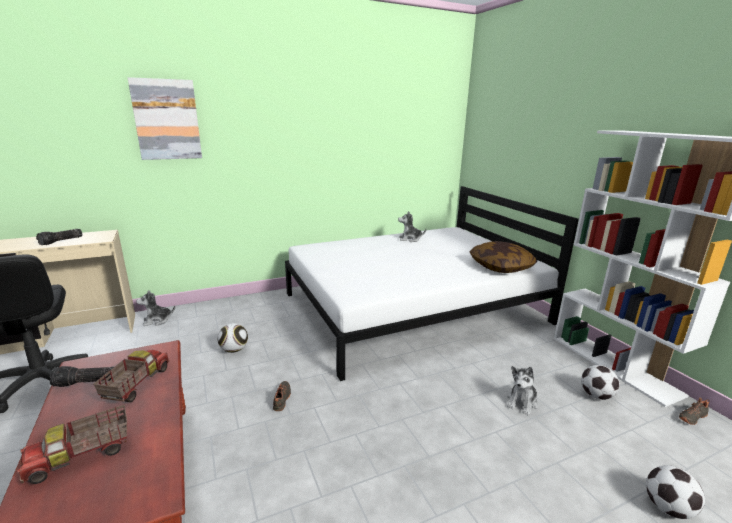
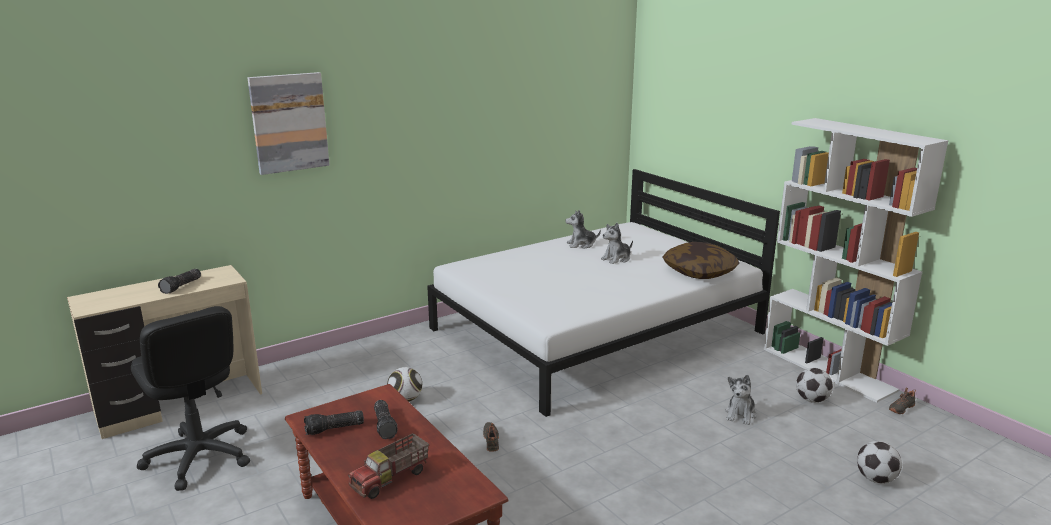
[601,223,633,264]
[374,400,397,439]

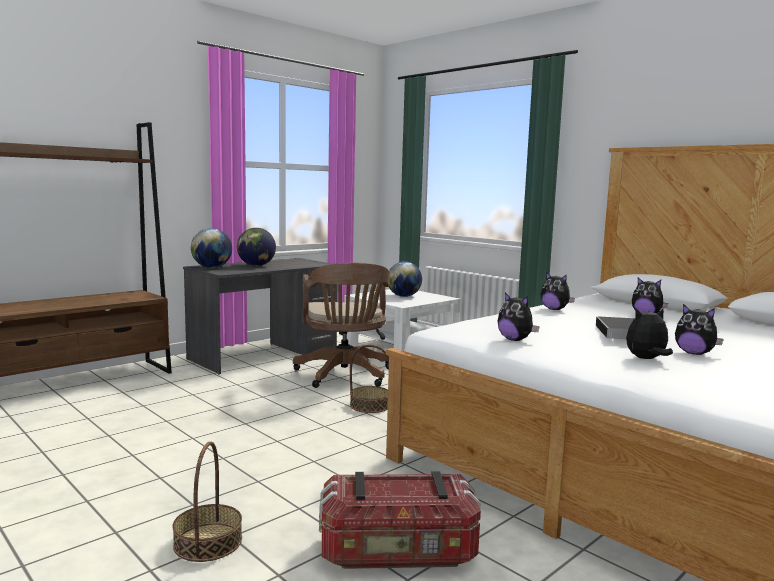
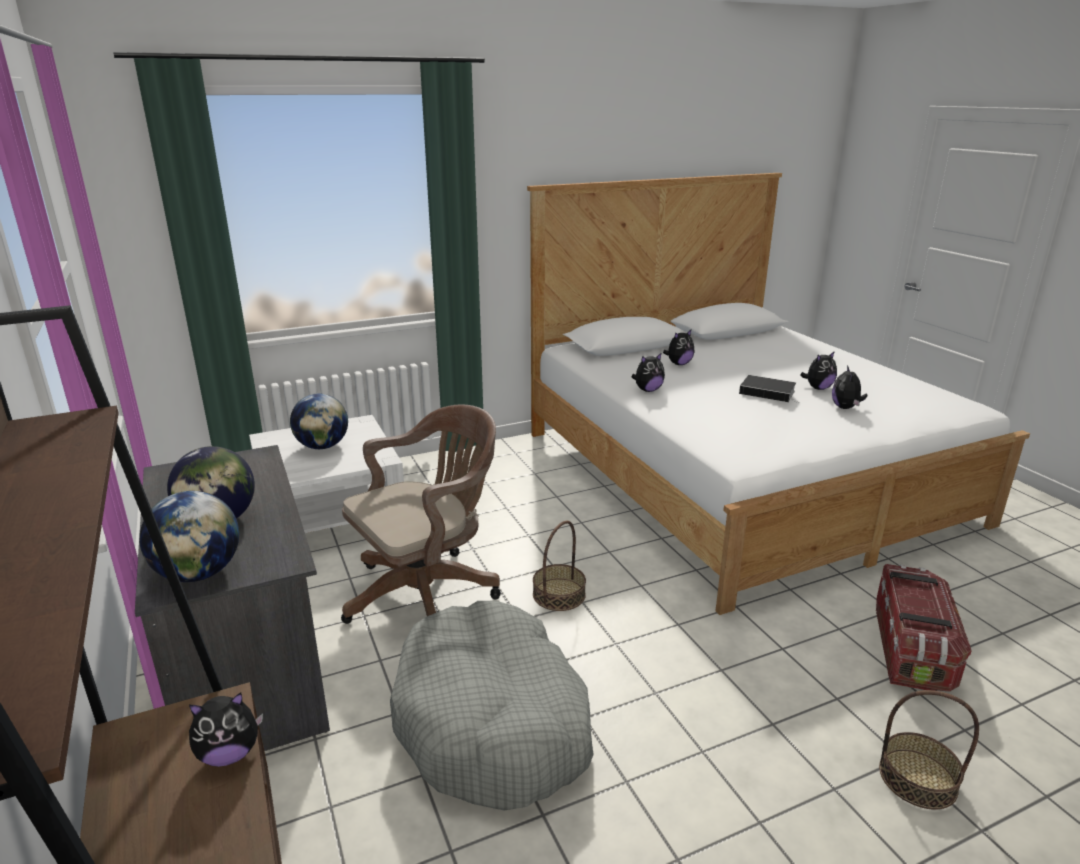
[390,601,594,810]
[189,692,263,767]
[341,404,501,624]

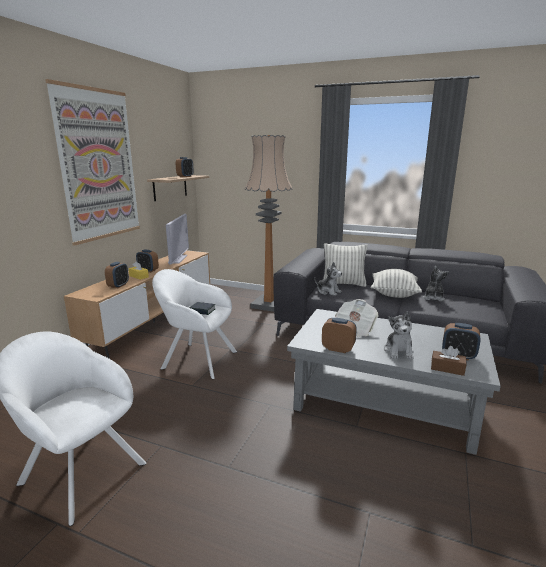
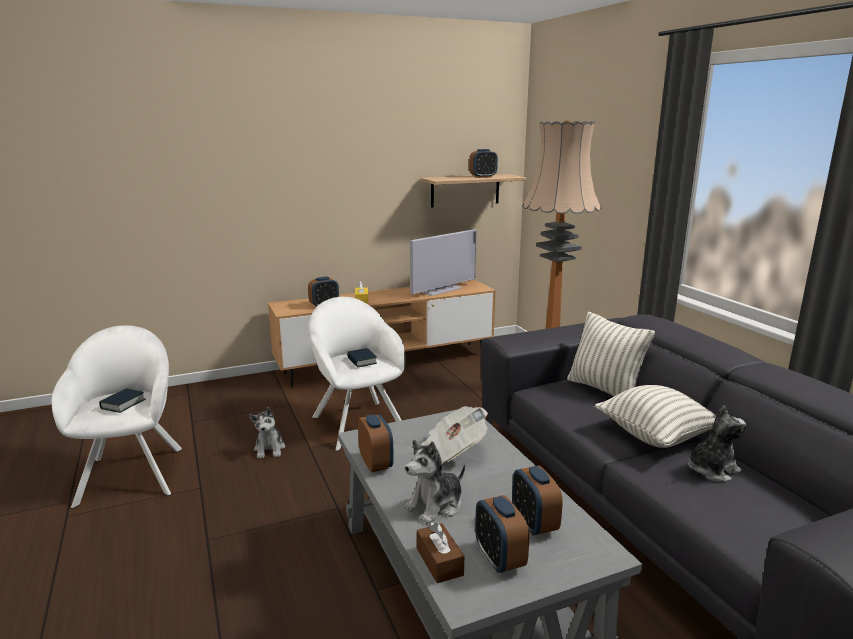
[45,79,140,246] (first image)
[99,388,146,413]
[512,466,563,536]
[249,407,285,459]

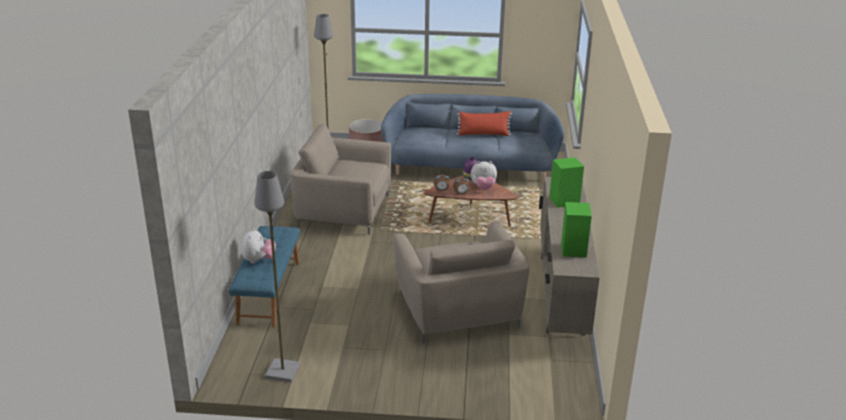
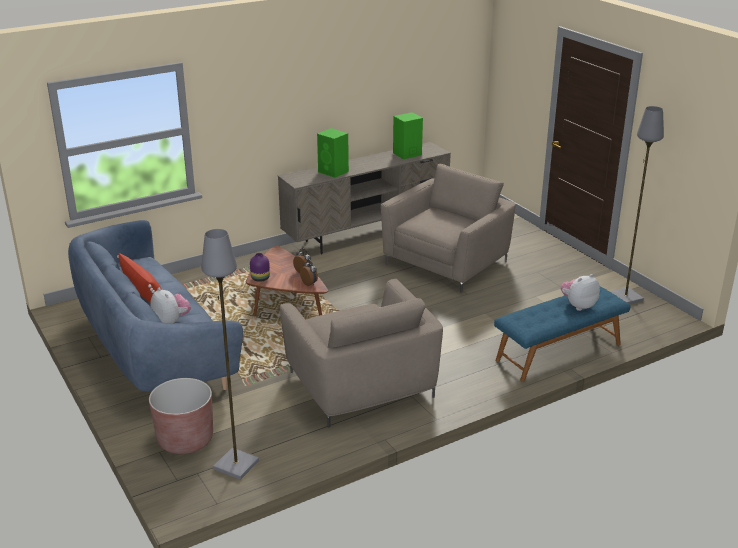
[150,288,191,323]

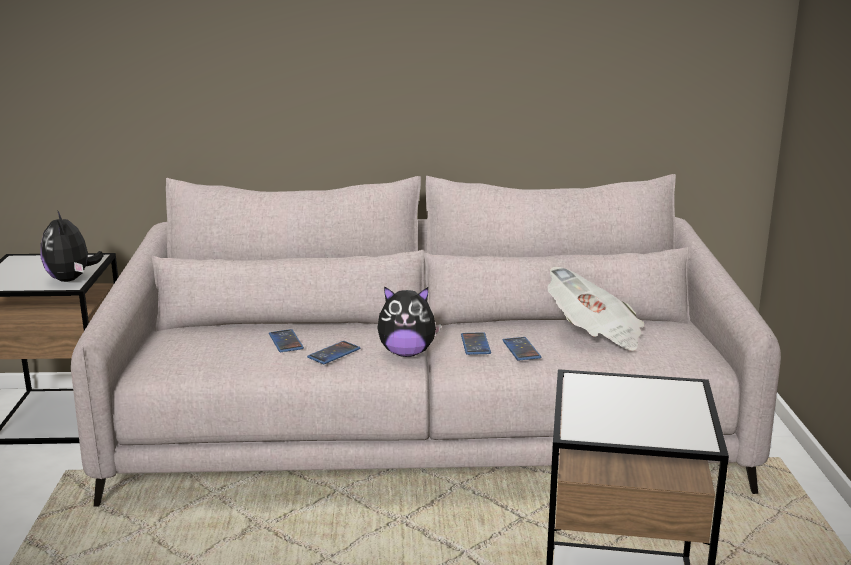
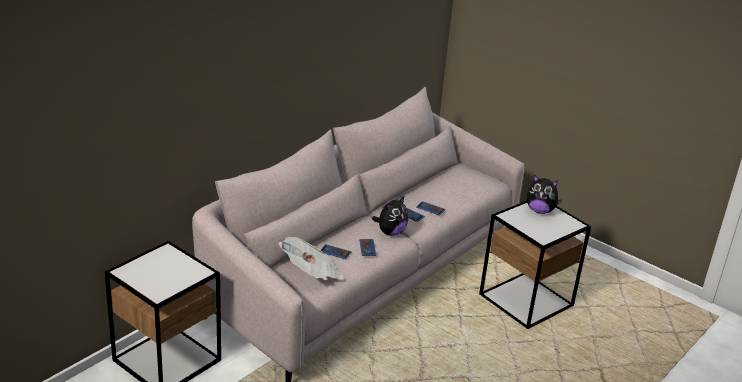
[527,175,562,214]
[279,237,344,280]

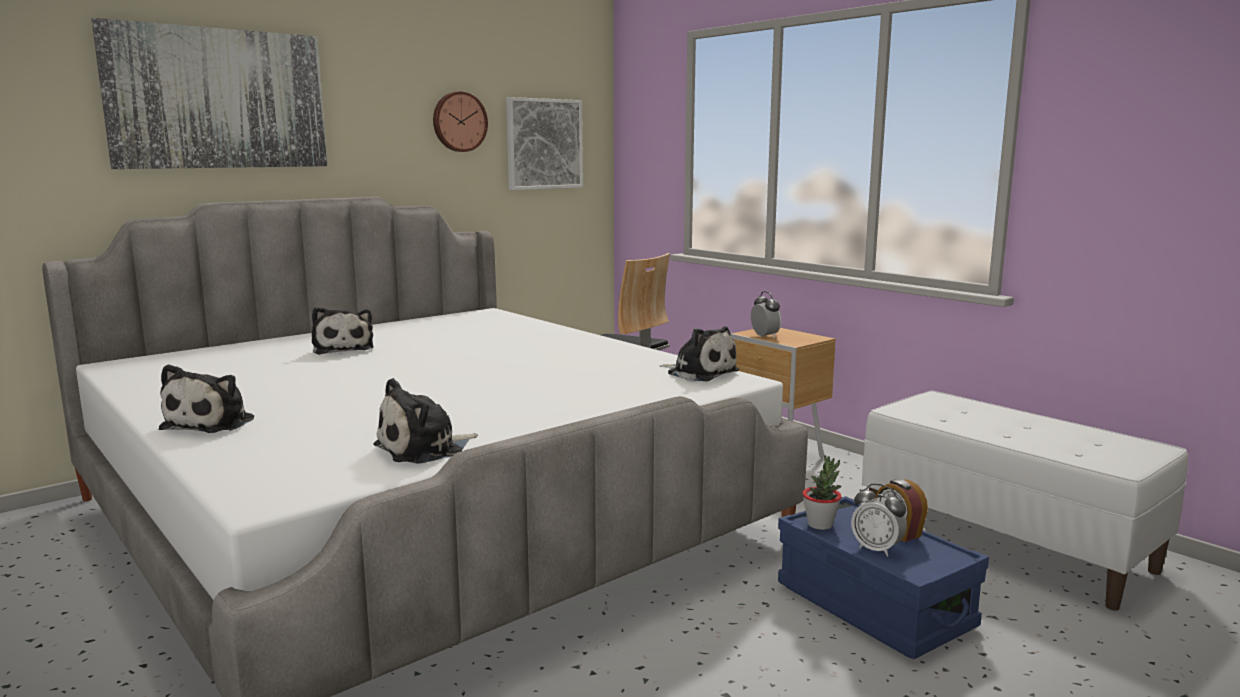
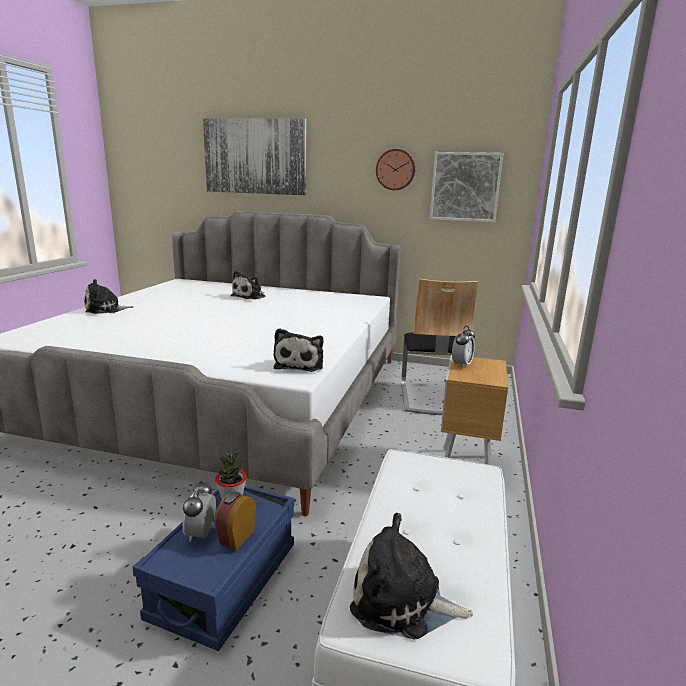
[350,513,473,639]

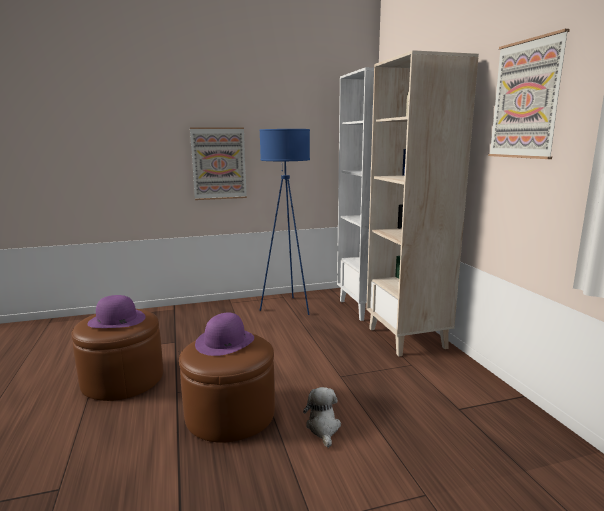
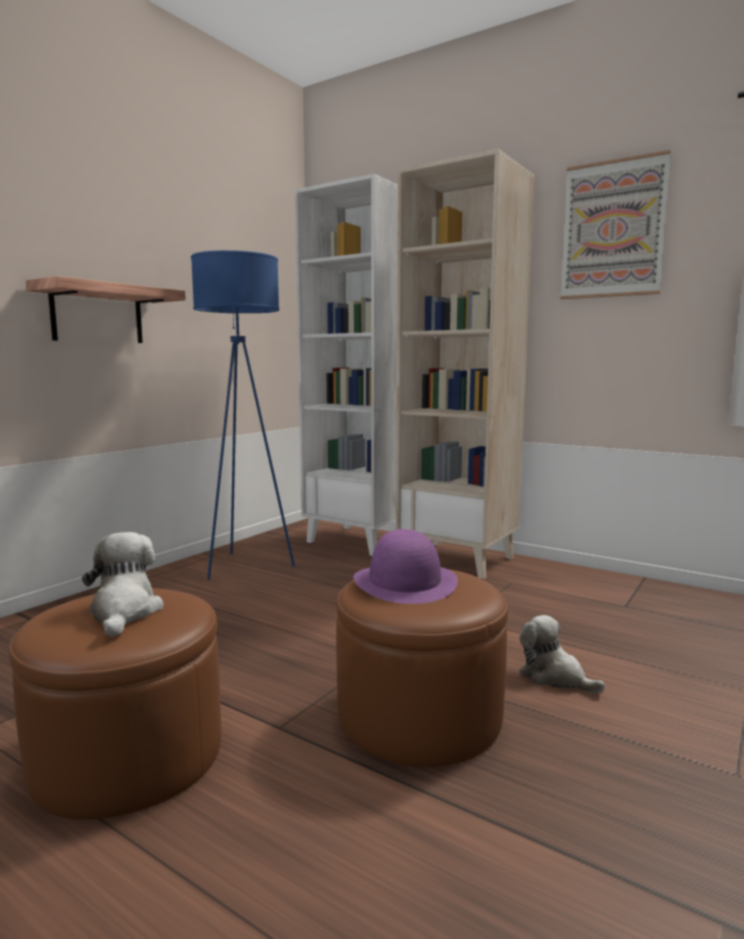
[82,532,164,637]
[26,276,186,343]

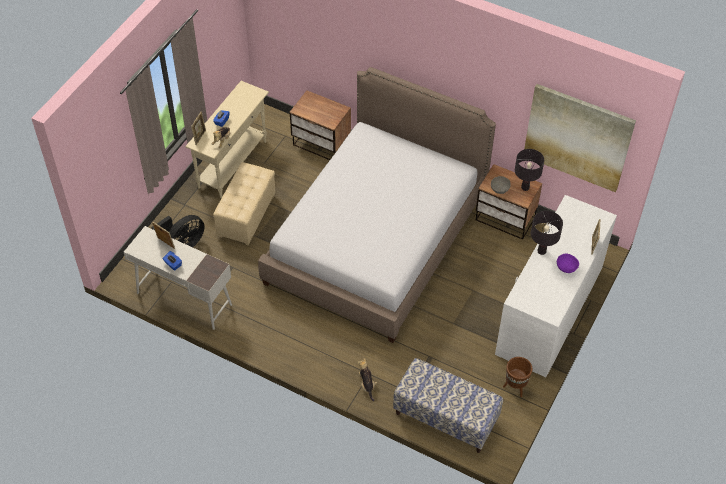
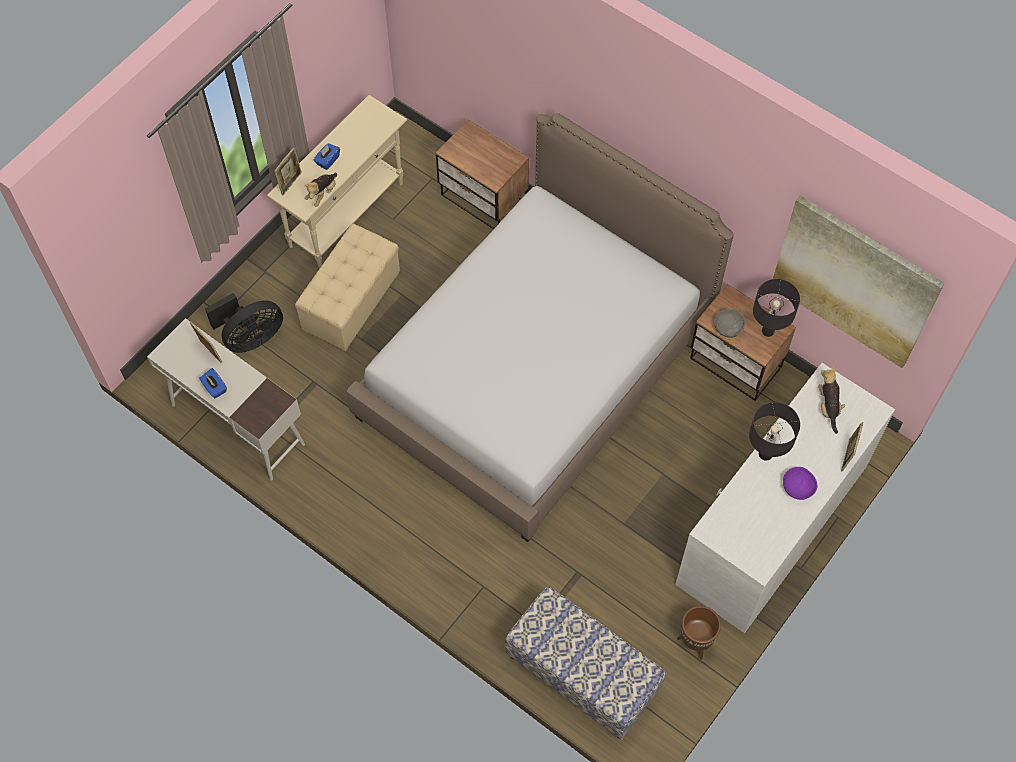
[818,366,845,434]

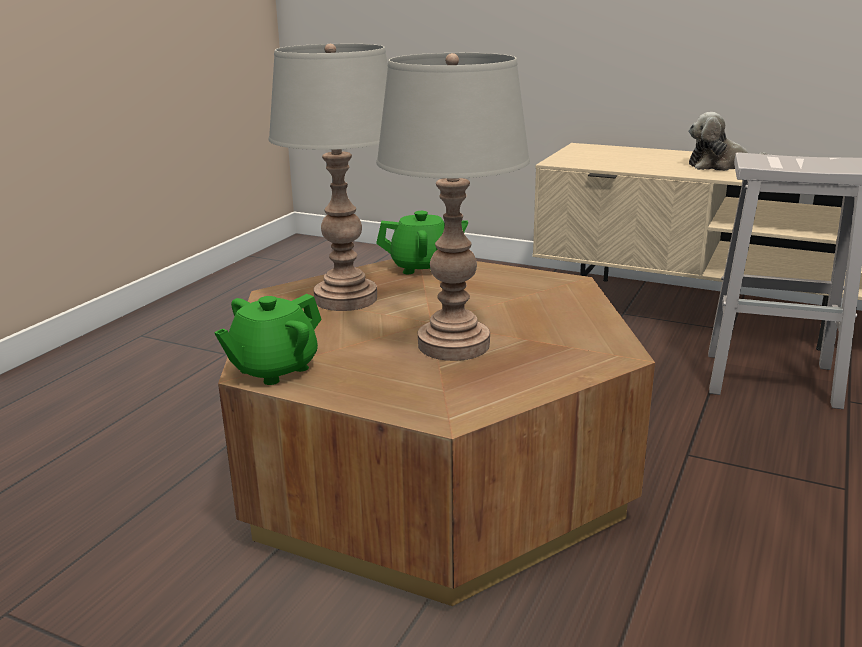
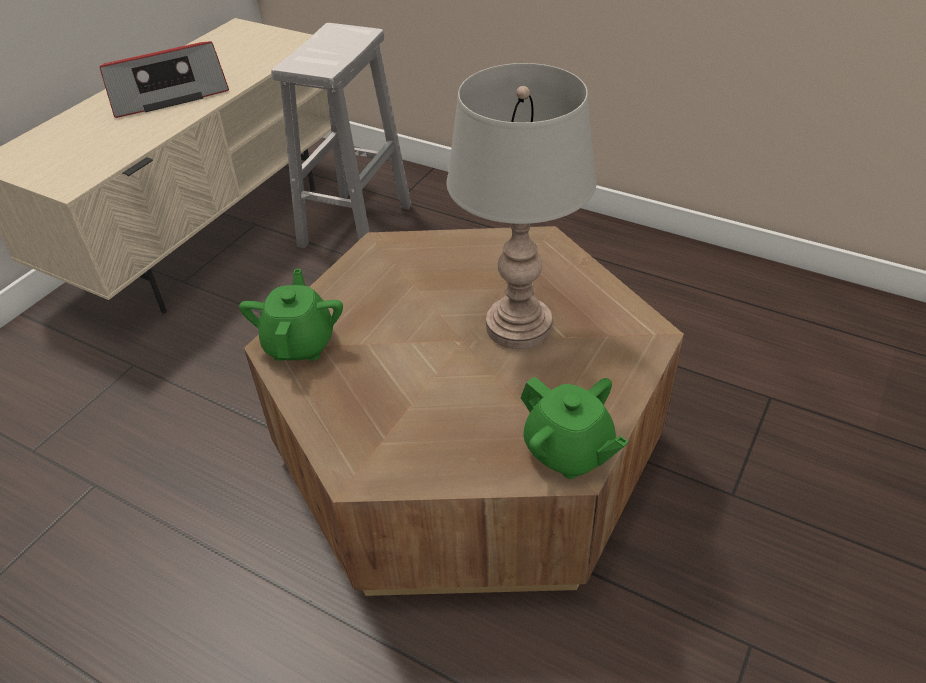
[269,44,388,311] (first image)
[99,41,229,118]

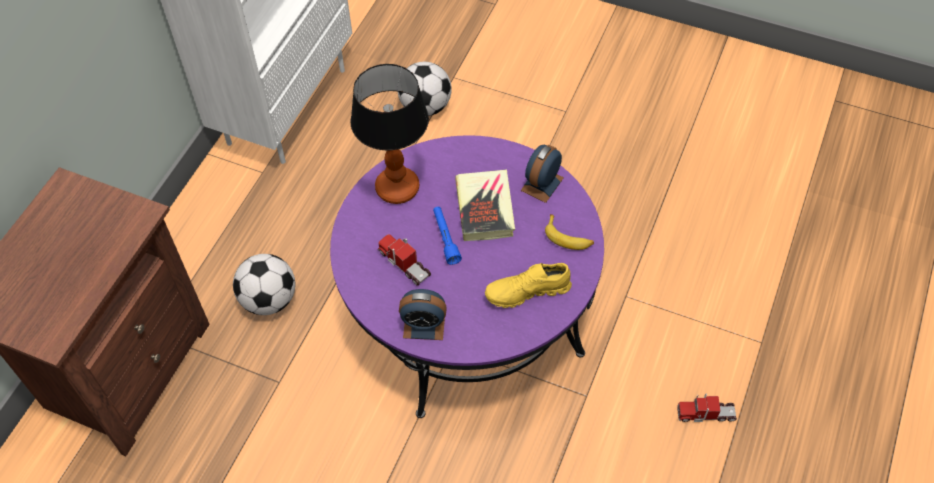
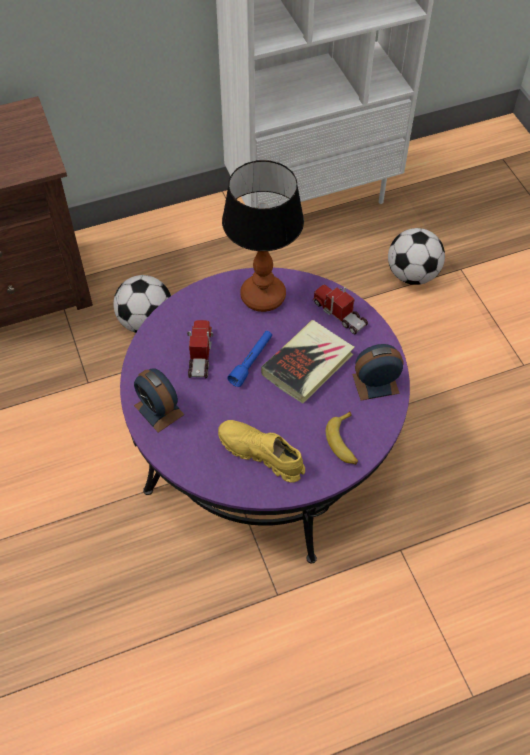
[313,285,368,334]

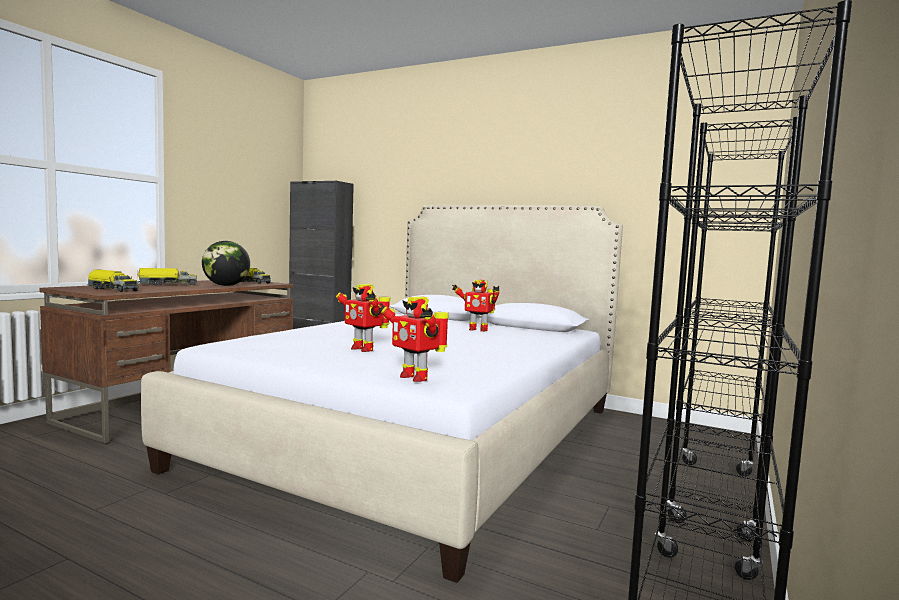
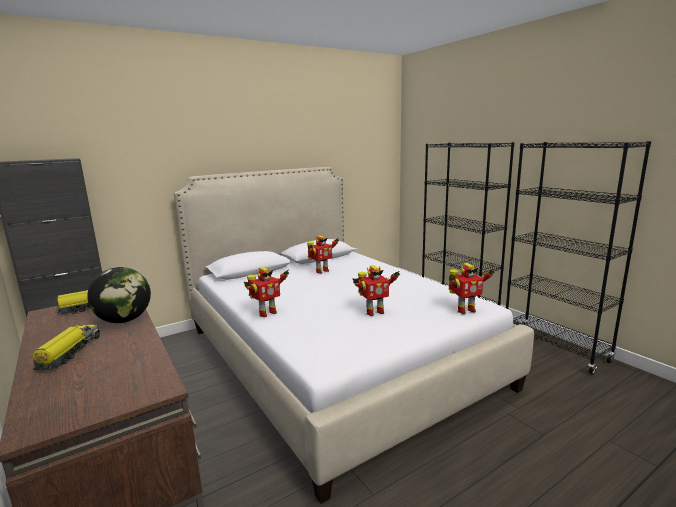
[87,269,138,292] (first image)
[244,267,289,317]

